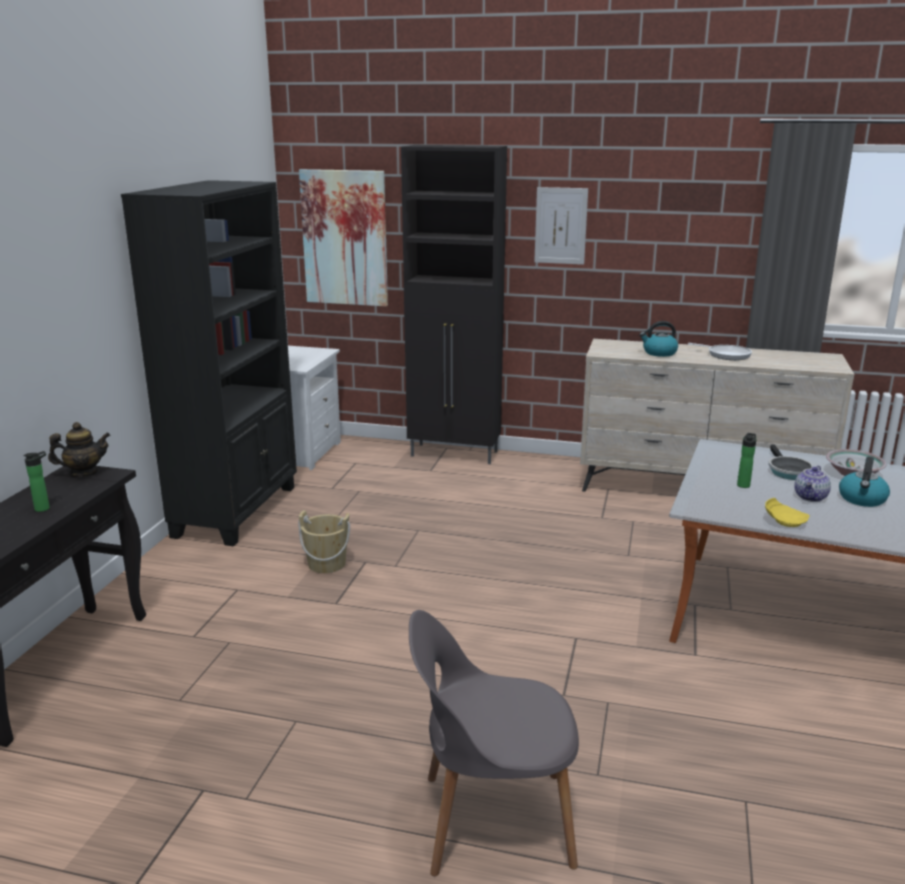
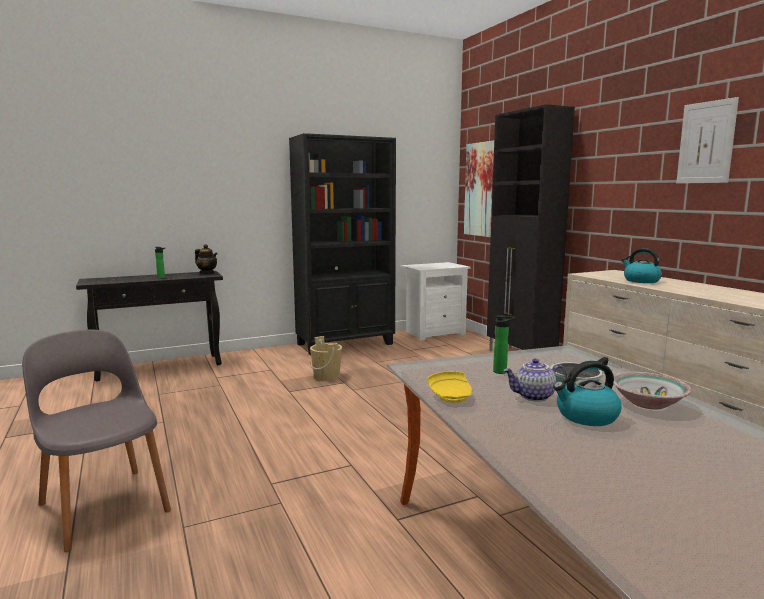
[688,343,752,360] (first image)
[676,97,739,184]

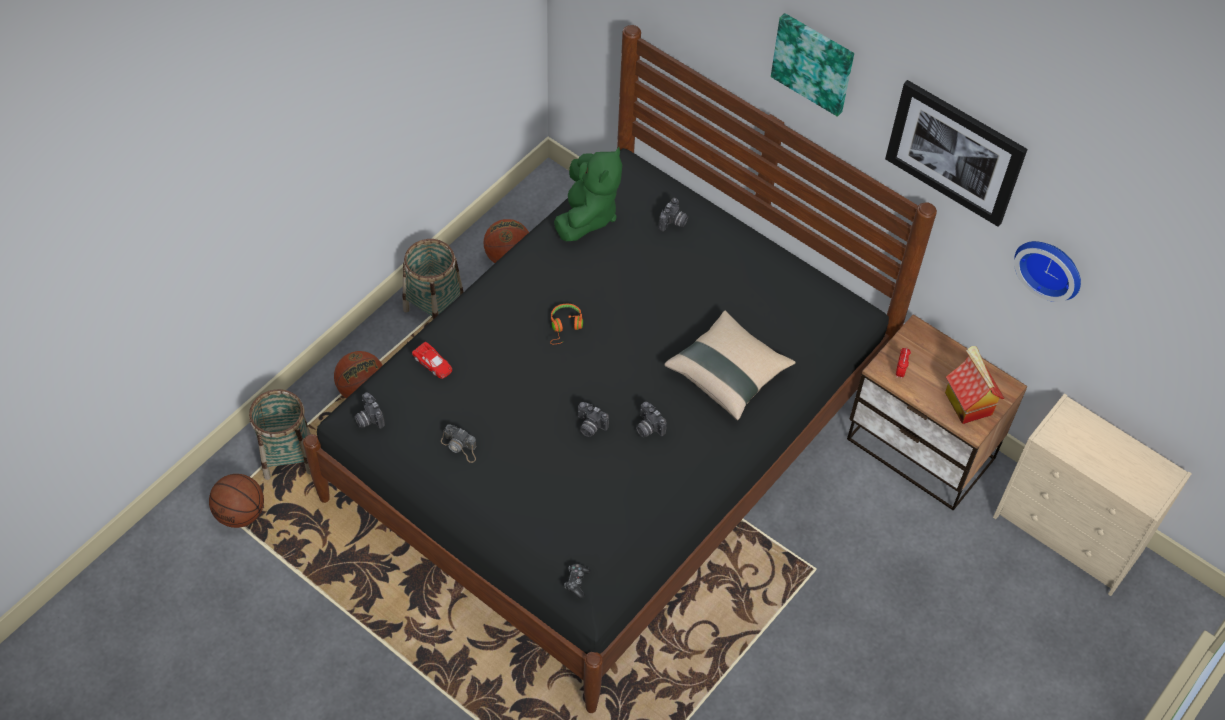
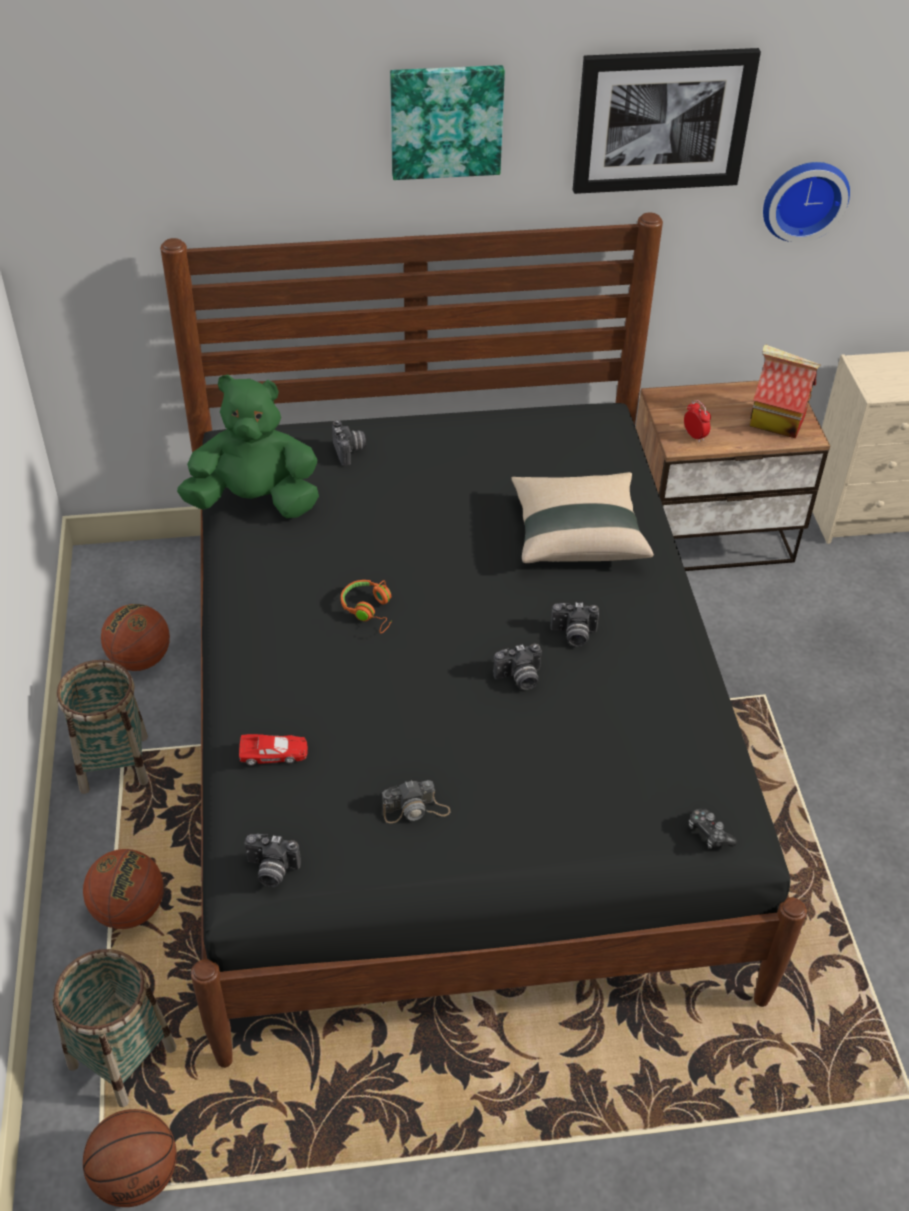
[177,375,319,518]

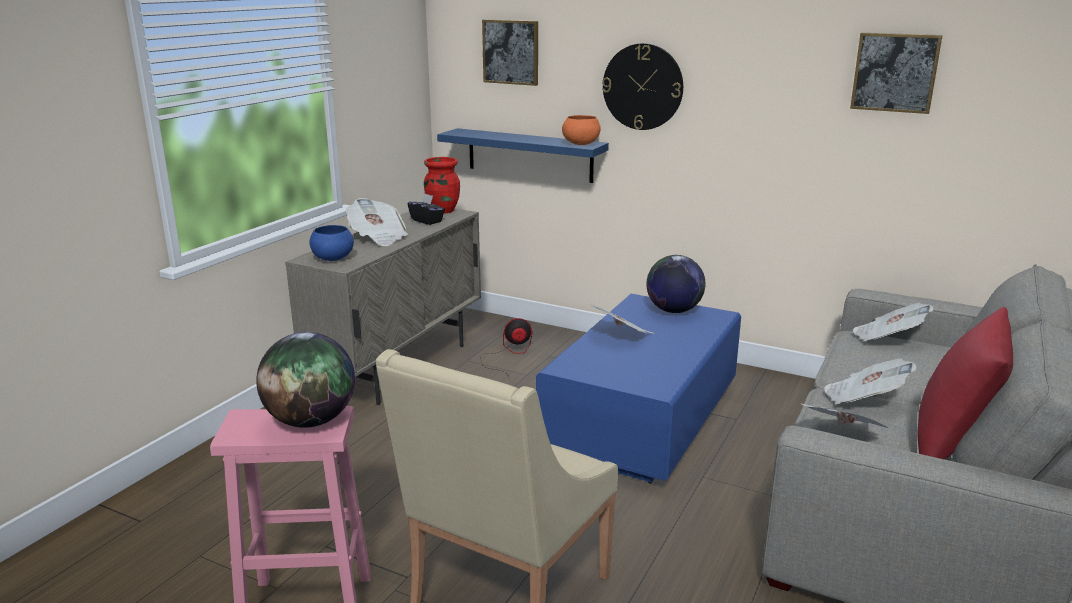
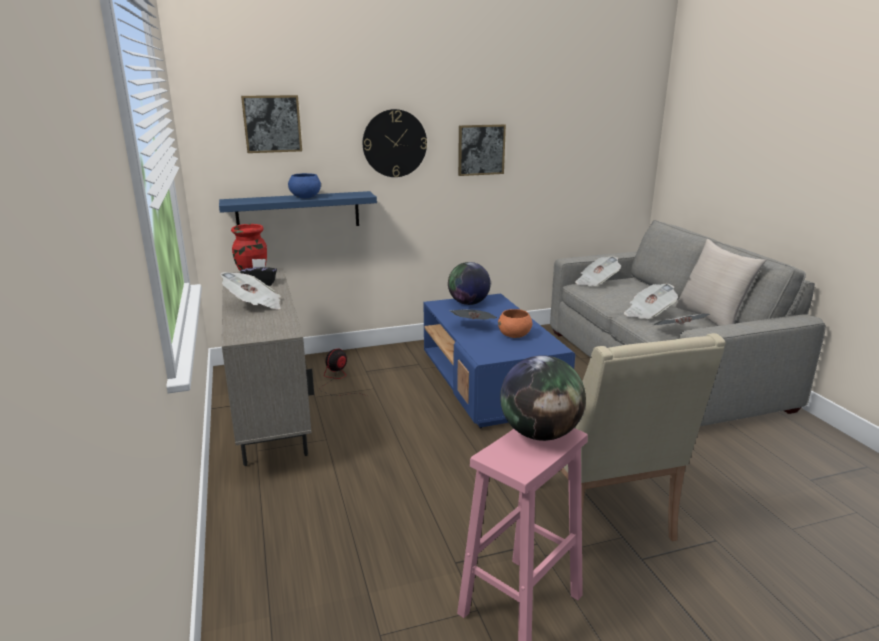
[288,173,321,198]
[498,309,532,338]
[458,124,506,176]
[676,239,766,326]

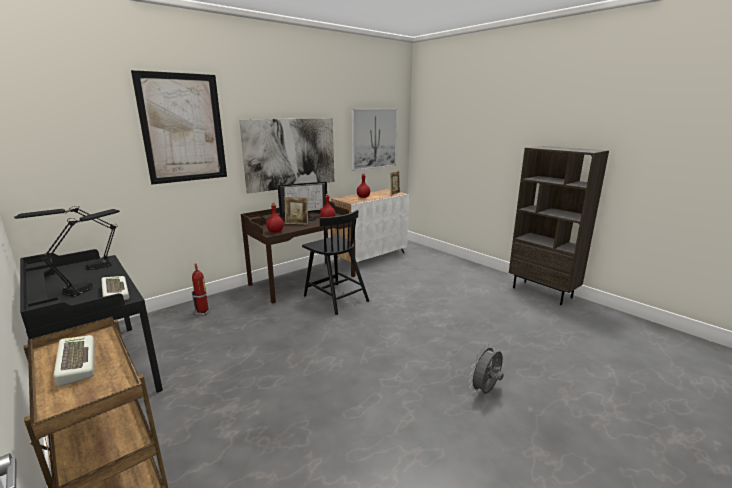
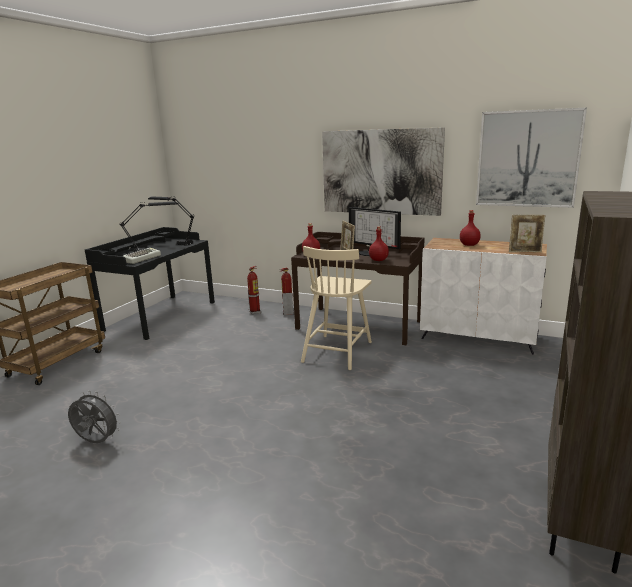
[53,335,95,387] (first image)
[131,70,227,185] (first image)
[280,268,294,315]
[68,390,121,443]
[301,246,372,370]

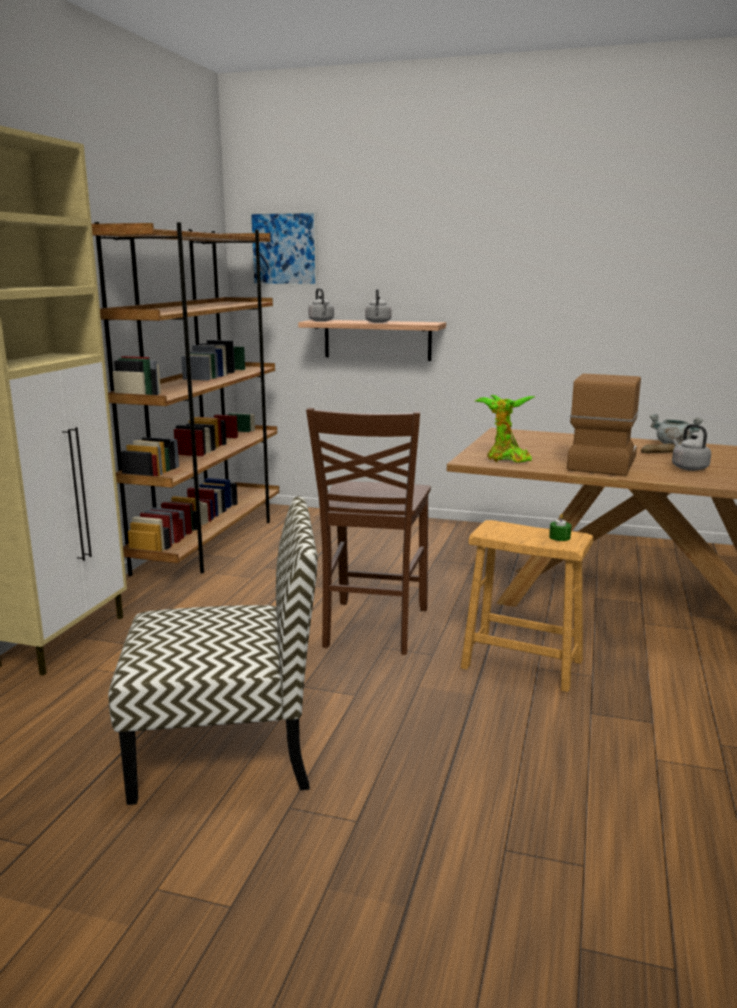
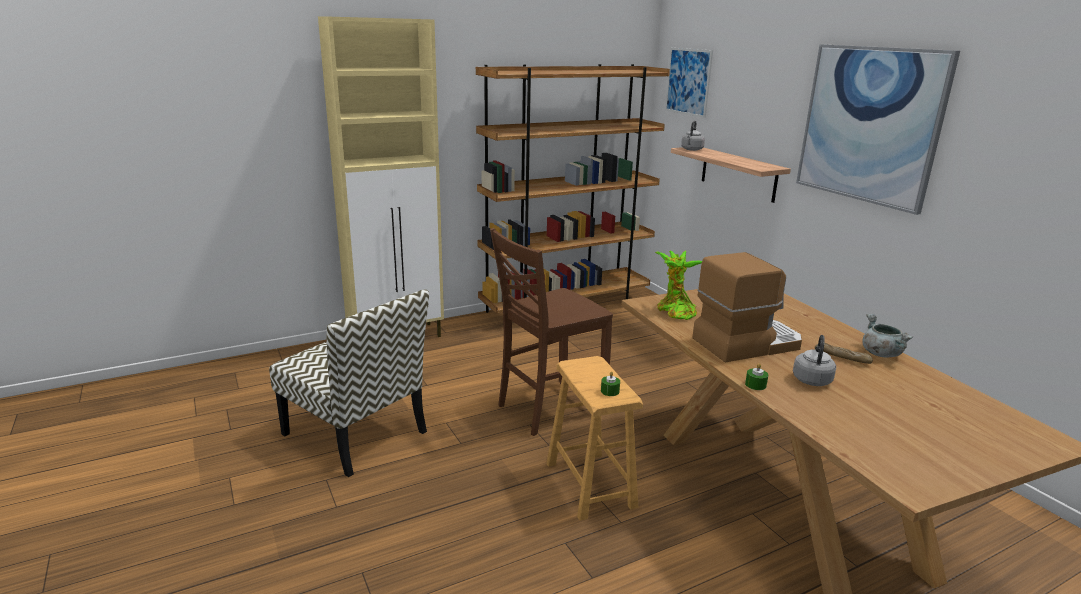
[365,289,391,323] (first image)
[745,363,768,390]
[796,44,960,215]

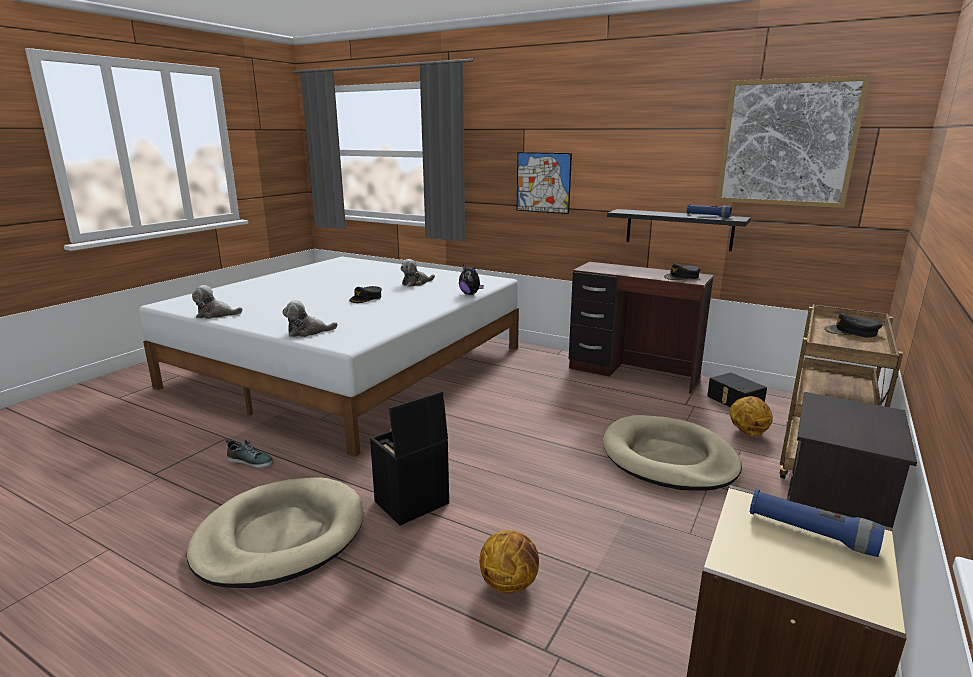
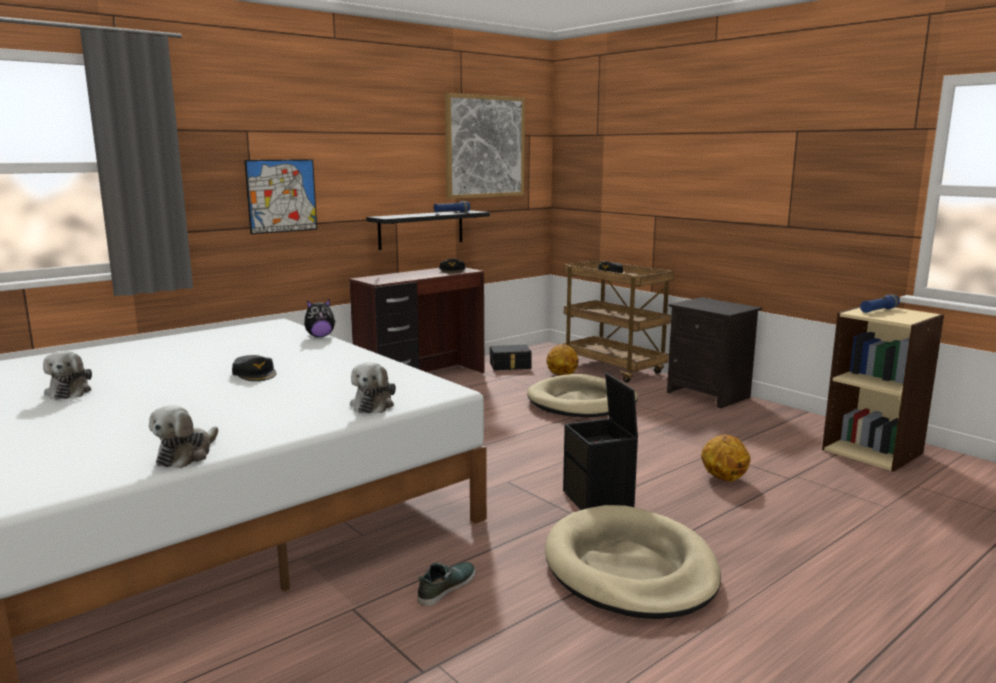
[43,351,92,400]

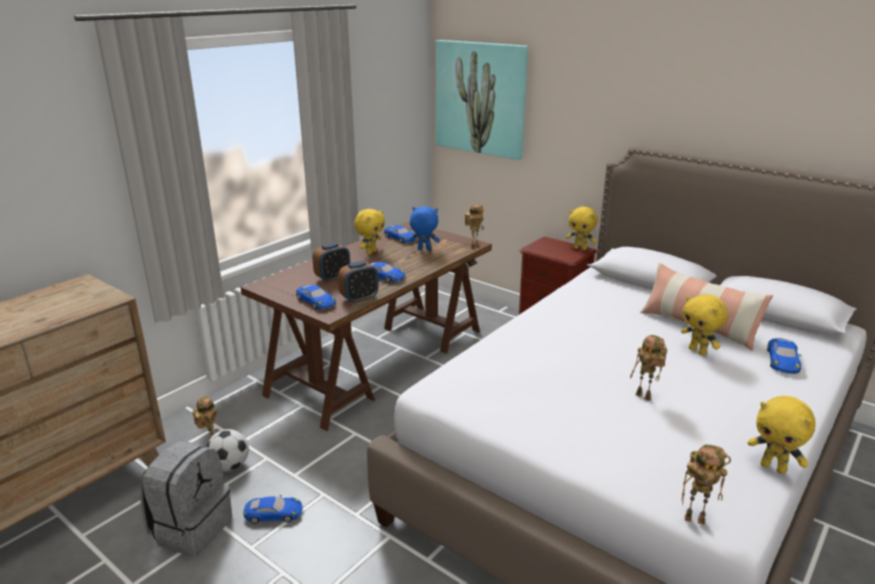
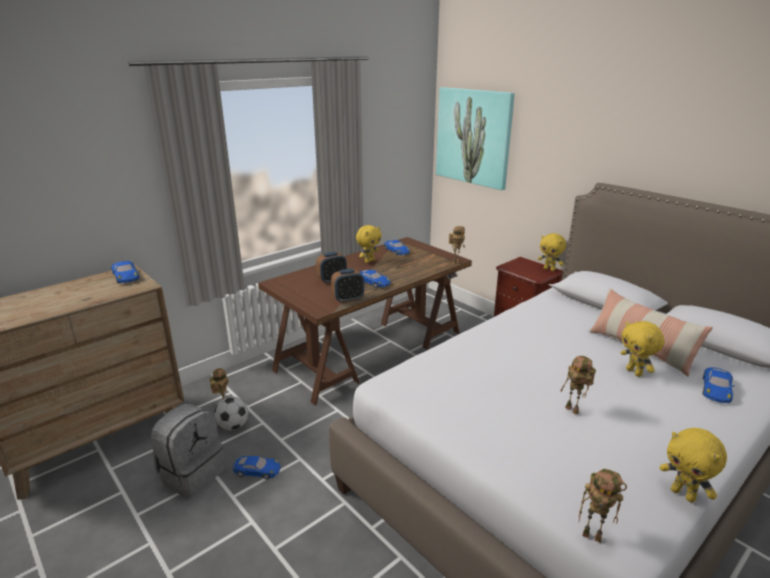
[409,206,440,251] (first image)
[111,261,140,283]

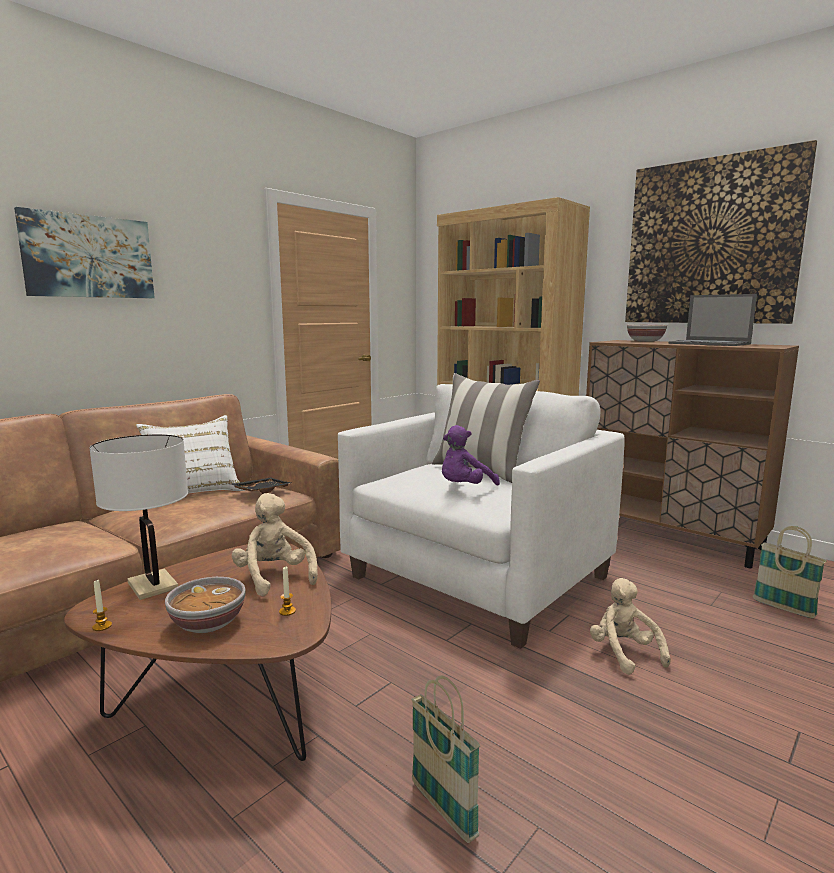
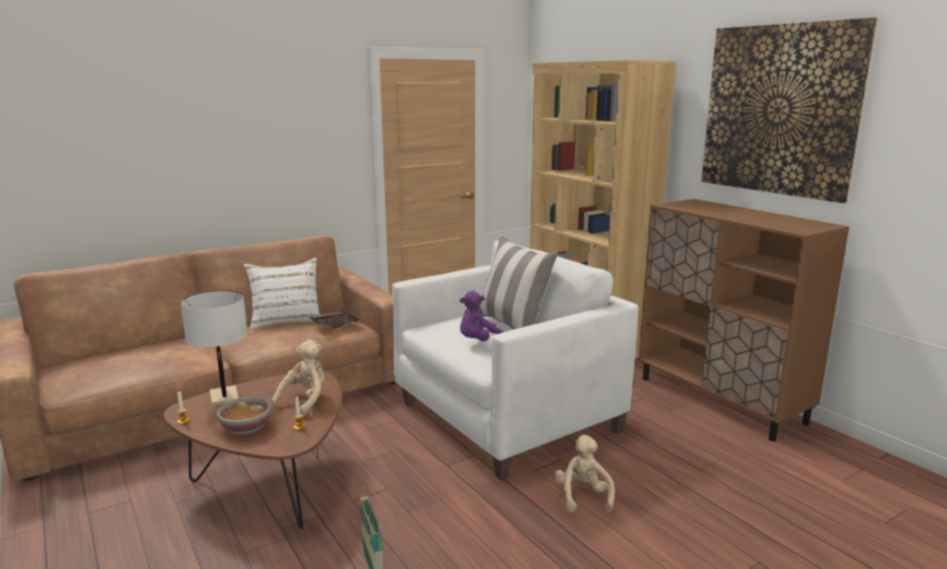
[14,207,155,298] (first image)
[627,325,667,342] (first image)
[669,294,757,346] (first image)
[753,526,826,618] (first image)
[271,340,325,417]

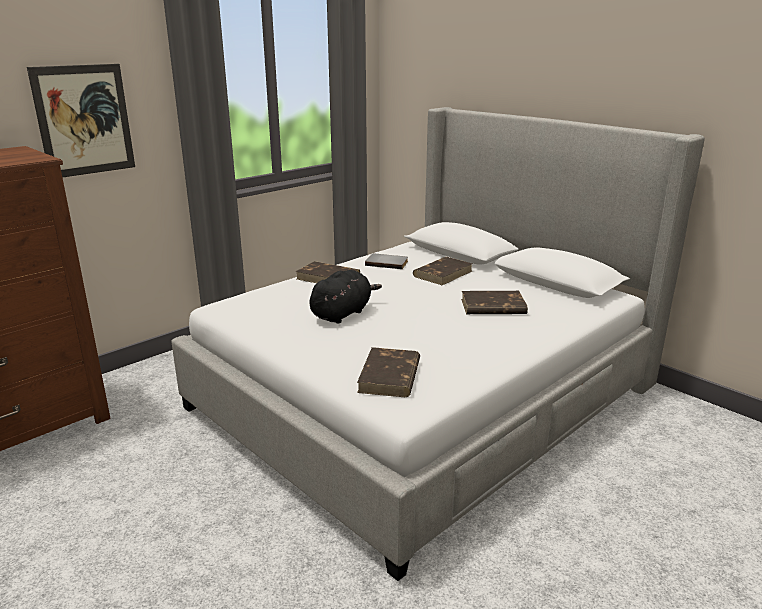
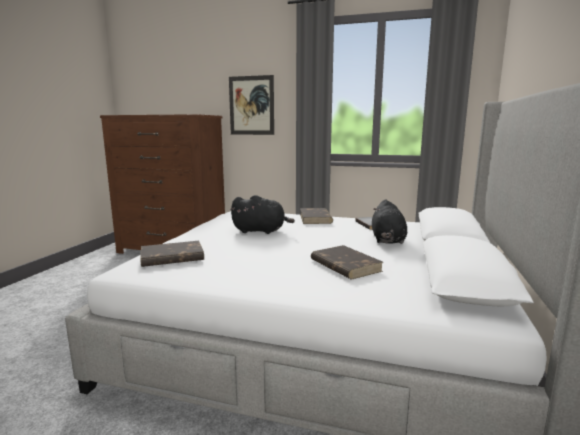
[372,199,407,244]

